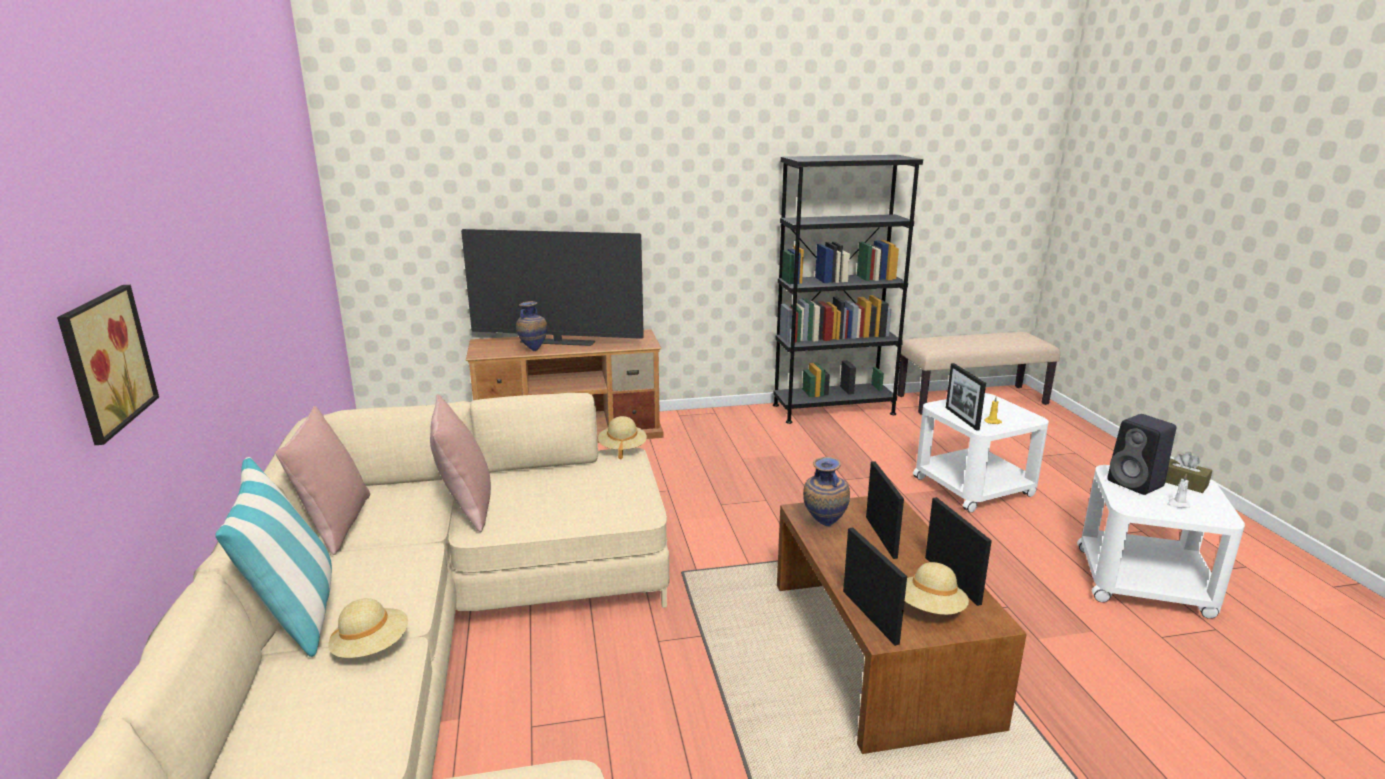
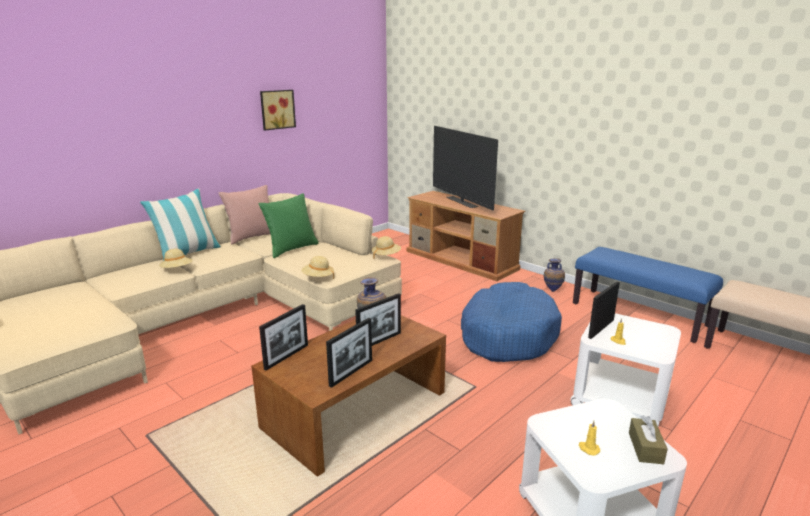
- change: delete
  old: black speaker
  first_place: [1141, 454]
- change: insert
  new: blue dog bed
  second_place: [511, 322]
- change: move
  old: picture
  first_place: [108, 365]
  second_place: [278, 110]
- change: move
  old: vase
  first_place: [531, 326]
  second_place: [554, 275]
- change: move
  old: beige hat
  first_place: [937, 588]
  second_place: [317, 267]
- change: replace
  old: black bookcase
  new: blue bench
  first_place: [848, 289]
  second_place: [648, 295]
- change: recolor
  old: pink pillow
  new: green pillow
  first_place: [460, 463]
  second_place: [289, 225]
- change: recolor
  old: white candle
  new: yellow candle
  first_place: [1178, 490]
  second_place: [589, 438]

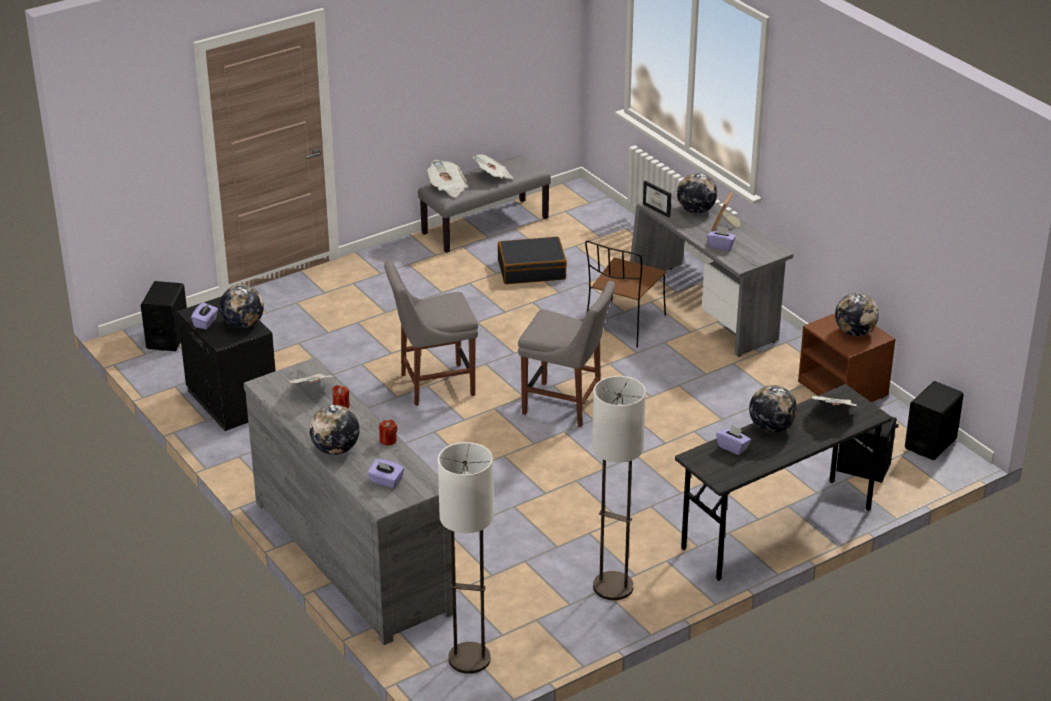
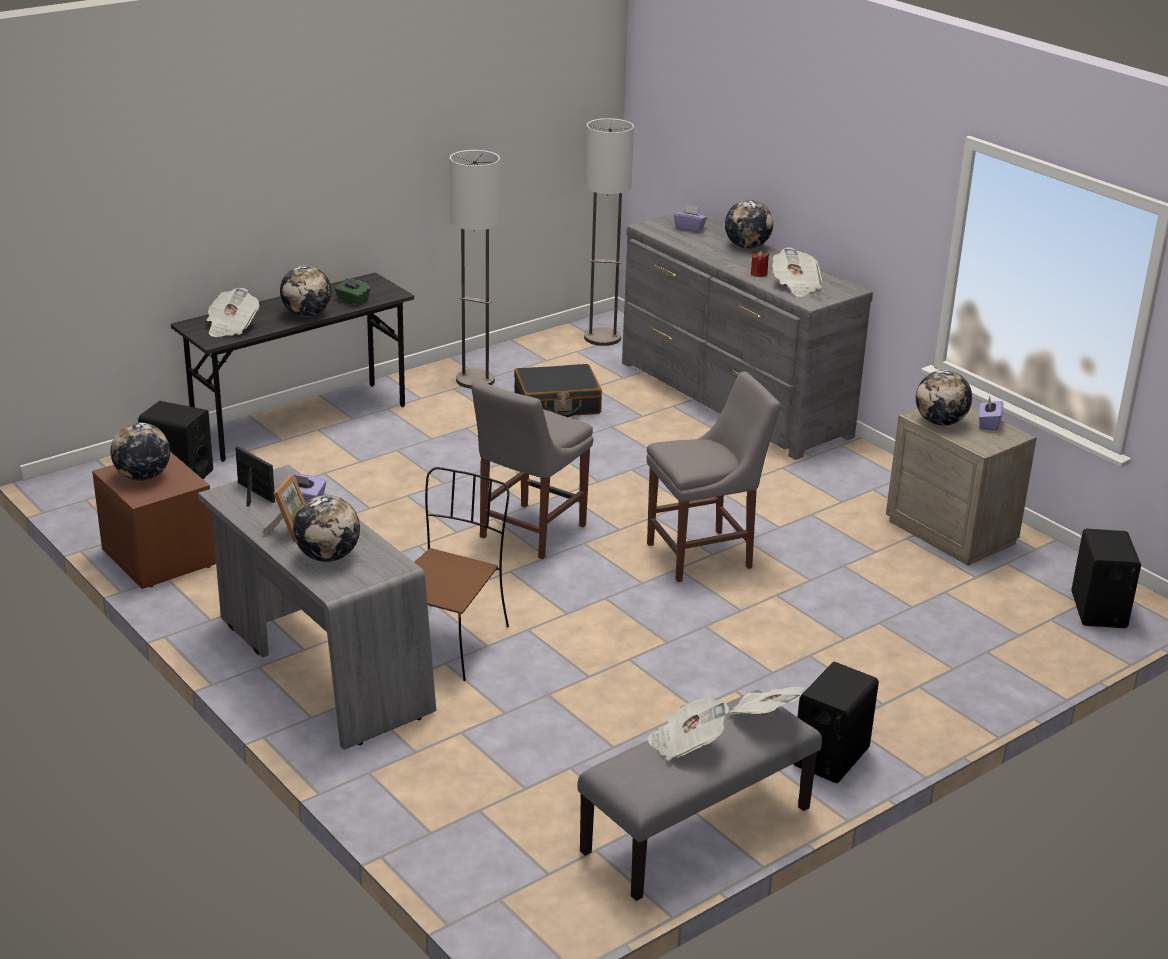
- change: delete
  old: red candle
  first_place: [388, 432]
- change: move
  old: black suitcase
  first_place: [532, 260]
  second_place: [558, 390]
- change: move
  old: picture frame
  first_place: [657, 199]
  second_place: [255, 476]
- change: move
  old: black speaker
  first_place: [934, 420]
  second_place: [836, 722]
- change: recolor
  old: black nightstand
  new: beige nightstand
  first_place: [226, 363]
  second_place: [961, 486]
- change: recolor
  old: purple tissue box
  new: green tissue box
  first_place: [733, 440]
  second_place: [353, 291]
- change: rotate
  old: grey chair
  first_place: [566, 354]
  second_place: [532, 469]
  degrees: -75

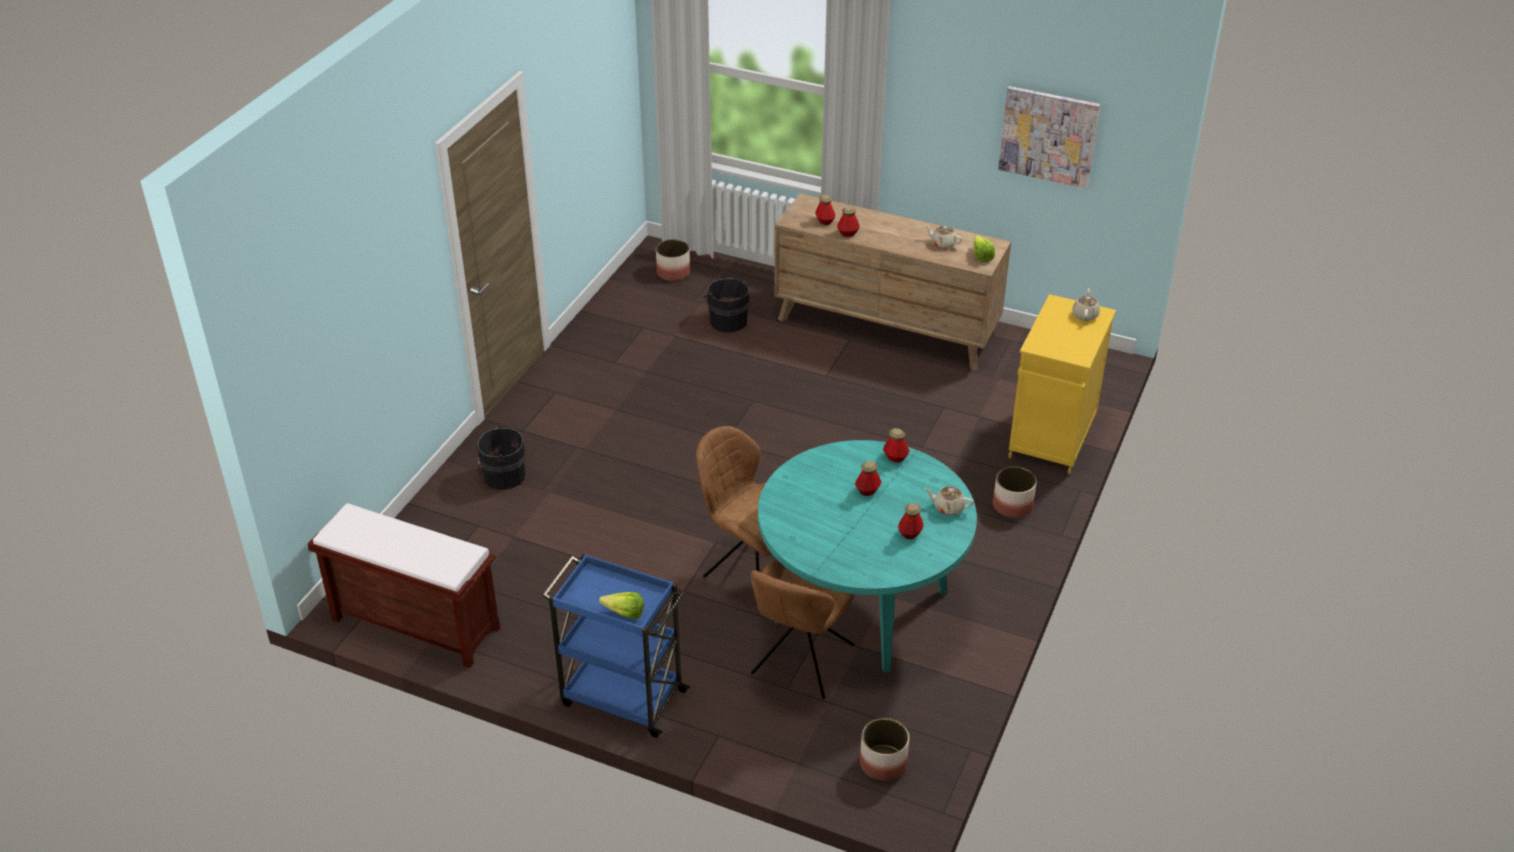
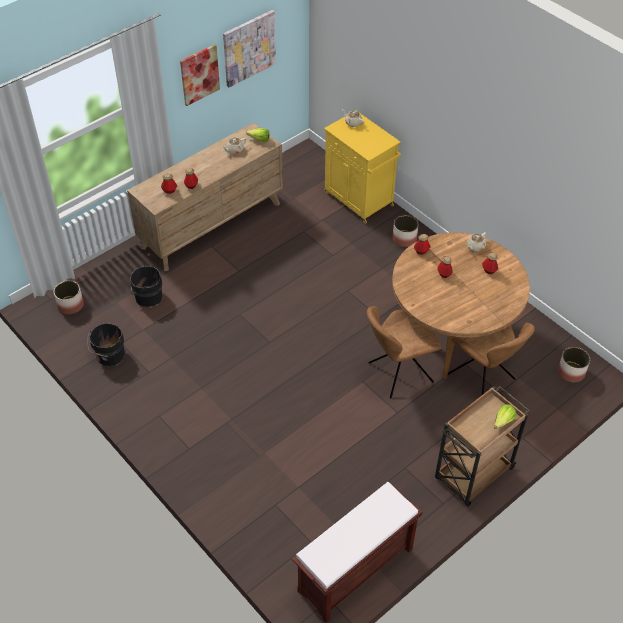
- change: insert
  new: picture
  second_place: [200, 75]
- change: move
  old: black bucket
  first_place: [501, 458]
  second_place: [106, 344]
- change: recolor
  old: blue cart
  new: brown cart
  first_place: [616, 645]
  second_place: [482, 446]
- change: recolor
  old: turquoise dining table
  new: brown dining table
  first_place: [867, 556]
  second_place: [461, 305]

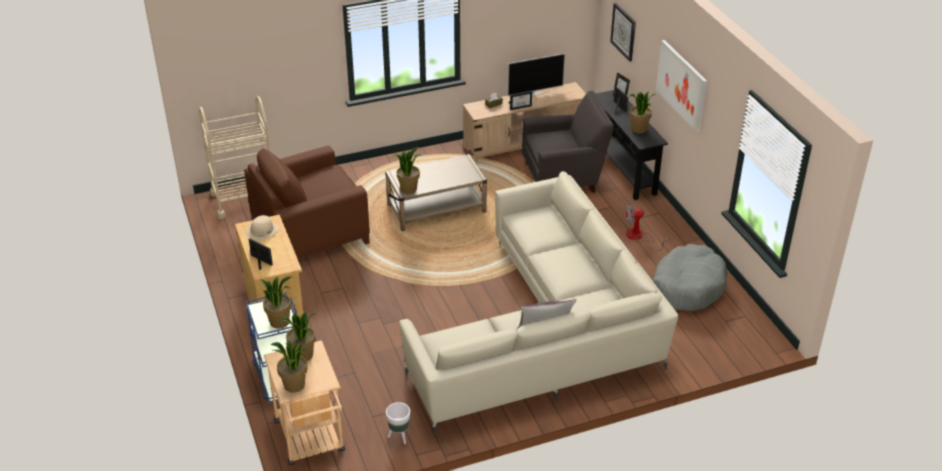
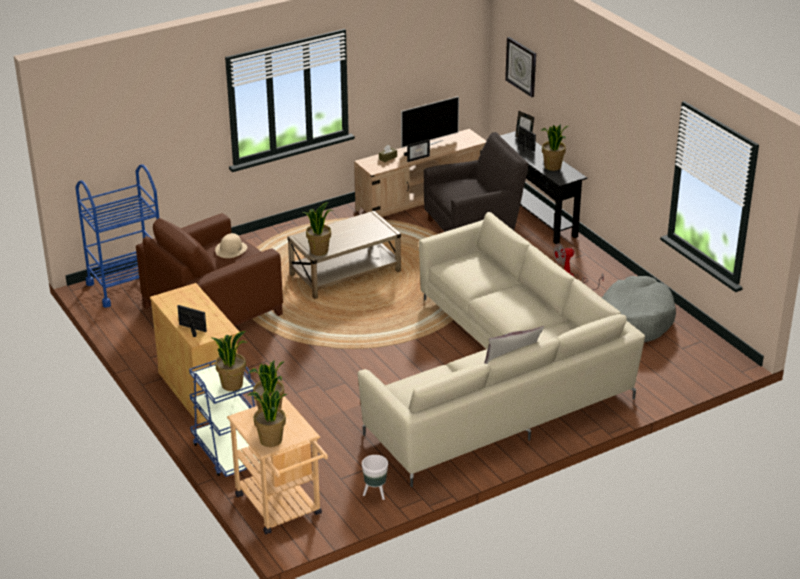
- change: delete
  old: picture
  first_place: [681, 86]
- change: move
  old: beige hat
  first_place: [262, 228]
  second_place: [231, 245]
- change: recolor
  old: beige cart
  new: blue cart
  first_place: [235, 157]
  second_place: [117, 236]

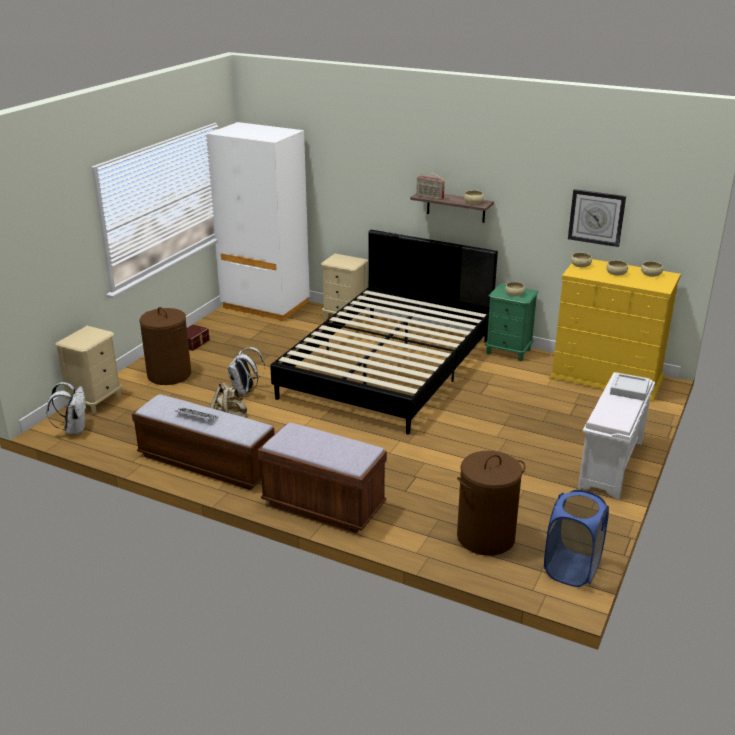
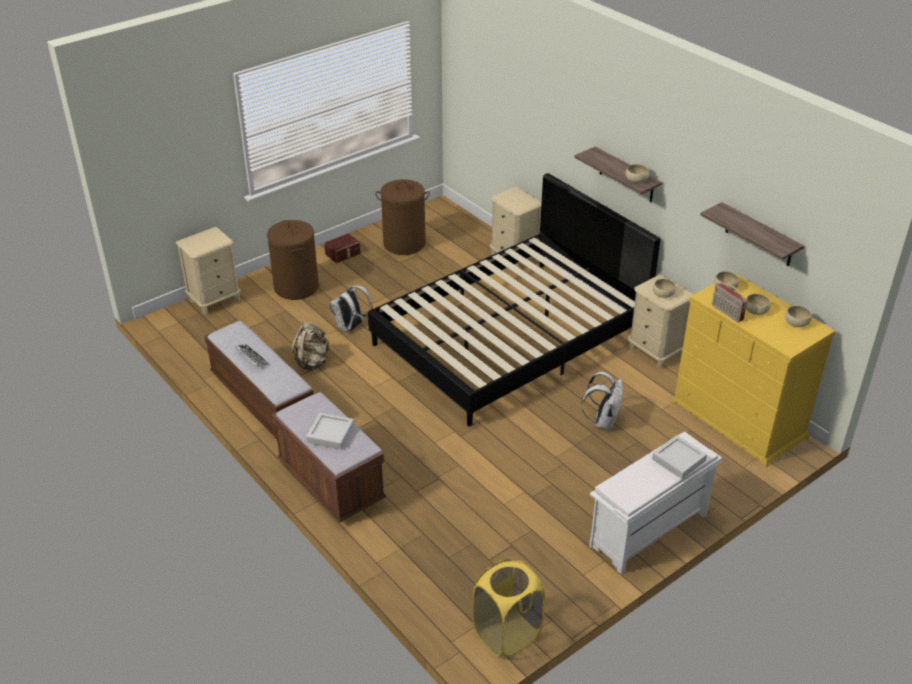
- change: delete
  old: white wardrobe
  first_place: [258, 221]
- change: insert
  new: grey tray
  second_place: [330, 431]
- change: move
  old: white backpack
  first_place: [66, 408]
  second_place: [602, 401]
- change: move
  old: radio
  first_place: [430, 186]
  second_place: [729, 302]
- change: move
  old: brown laundry basket
  first_place: [491, 503]
  second_place: [402, 217]
- change: replace
  old: wall clock
  new: shelf
  first_place: [597, 218]
  second_place: [752, 234]
- change: recolor
  old: green nightstand
  new: beige nightstand
  first_place: [512, 322]
  second_place: [661, 321]
- change: recolor
  old: blue laundry basket
  new: yellow laundry basket
  first_place: [576, 538]
  second_place: [508, 608]

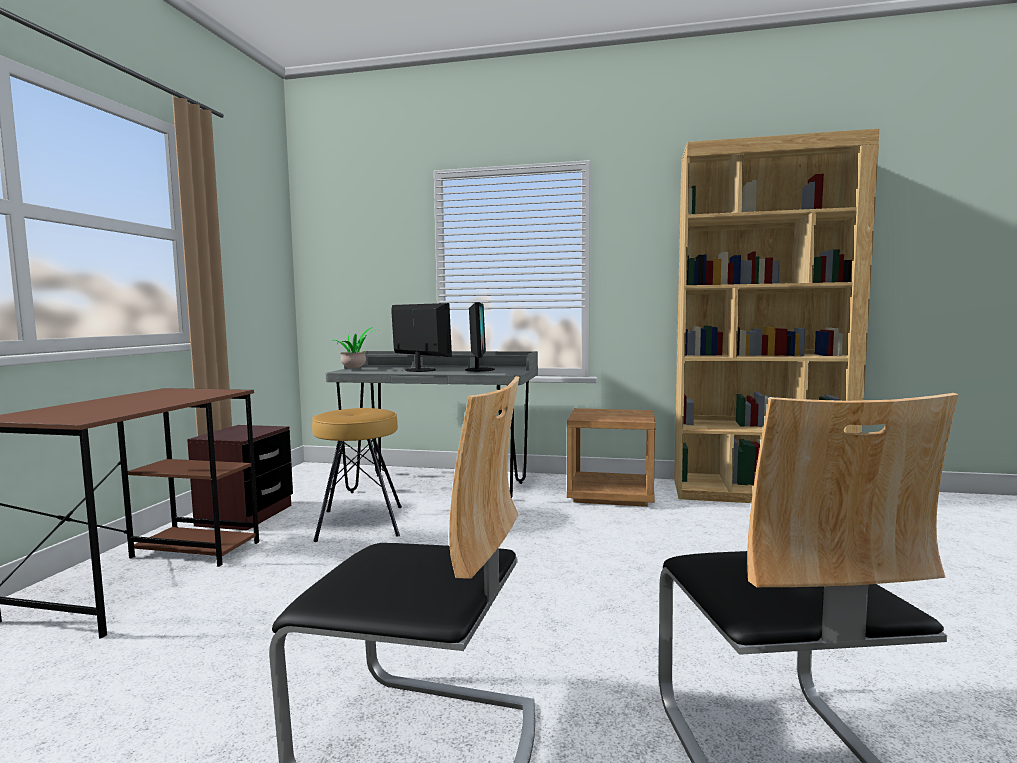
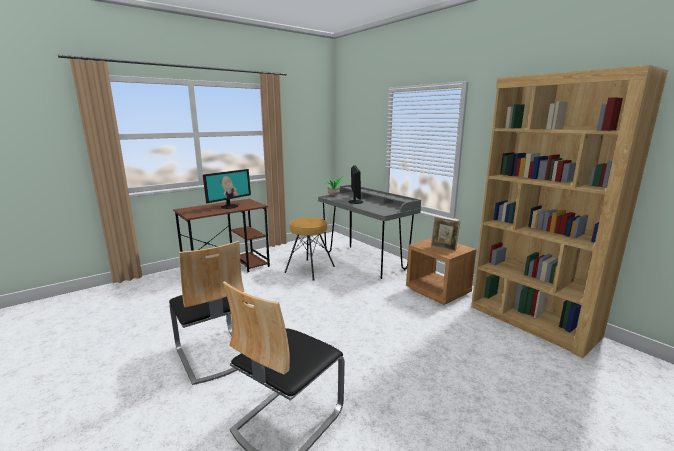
- change: delete
  old: brown nightstand
  first_place: [240, 478]
- change: insert
  new: picture frame
  second_place: [445, 234]
- change: move
  old: monitor
  first_place: [480, 337]
  second_place: [227, 189]

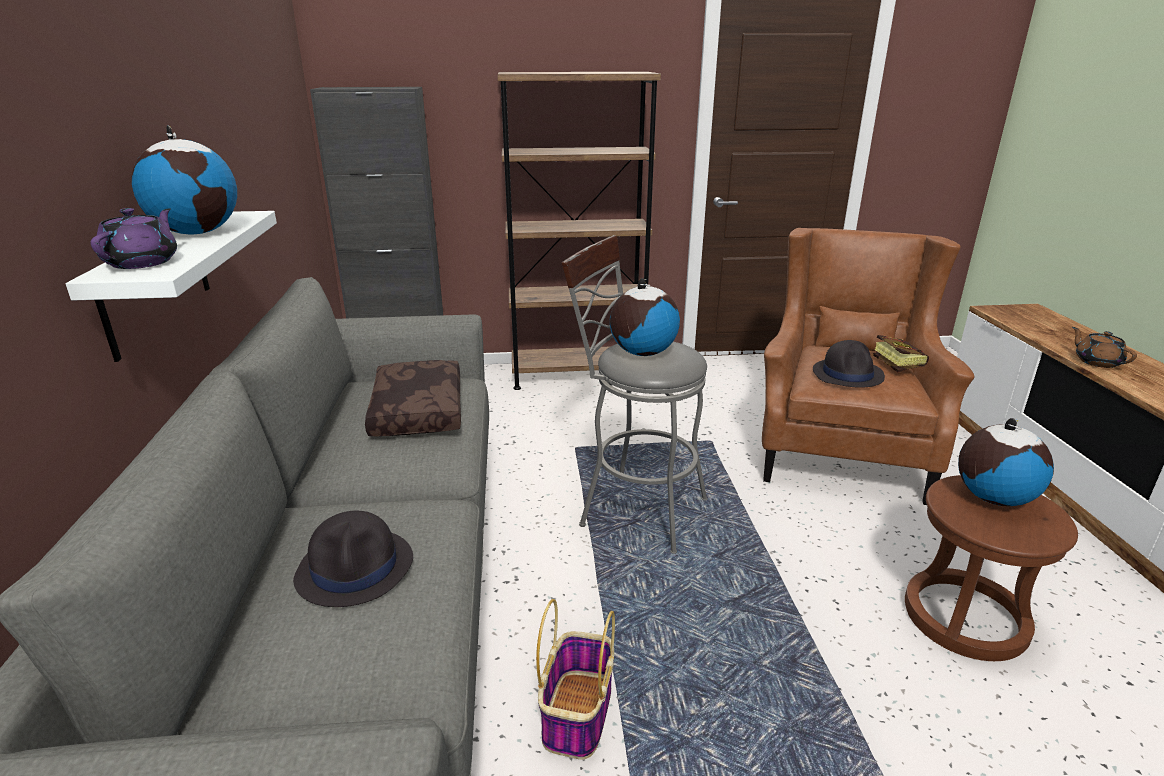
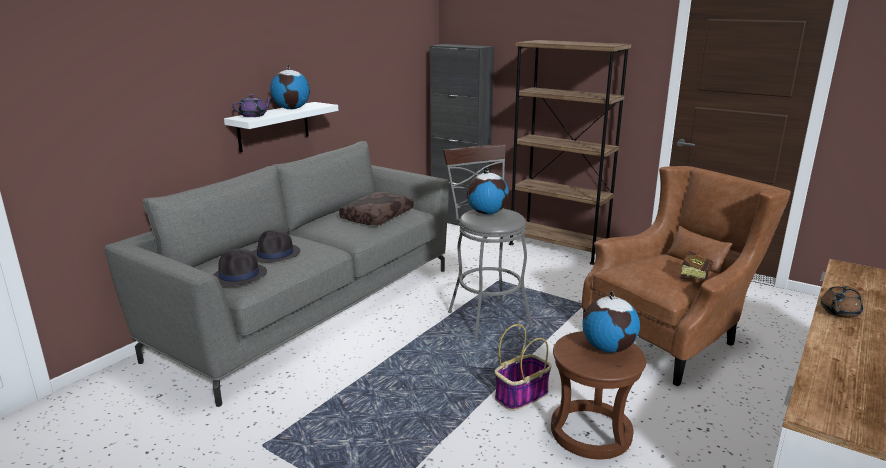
- change: move
  old: basket
  first_place: [575, 679]
  second_place: [523, 367]
- change: move
  old: black hat
  first_place: [849, 364]
  second_place: [240, 267]
- change: rotate
  old: brown teapot
  first_place: [1104, 347]
  second_place: [842, 302]
  degrees: -150

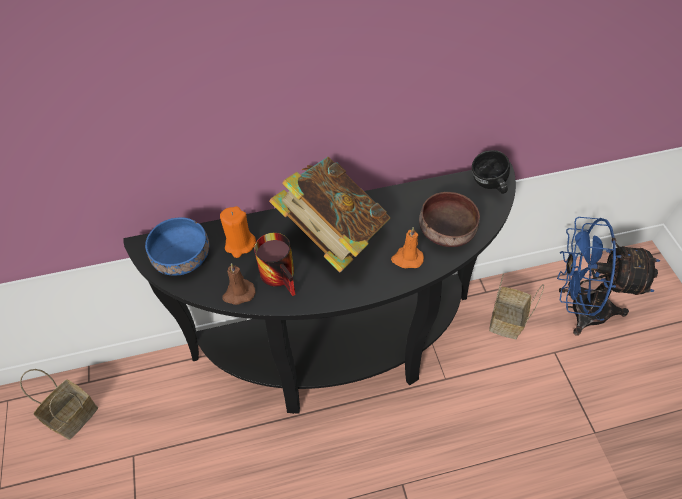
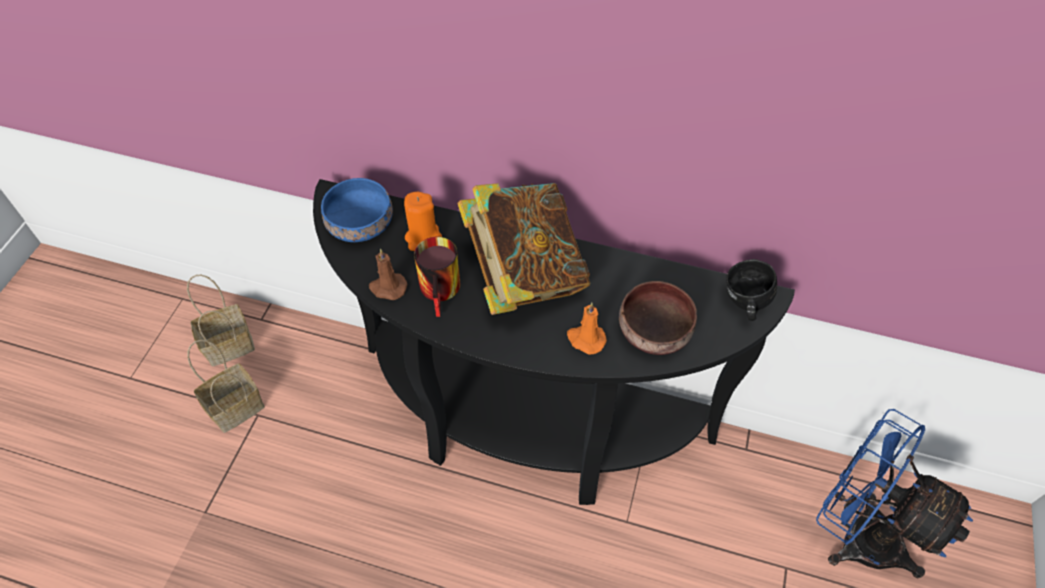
- change: move
  old: basket
  first_place: [516, 306]
  second_place: [226, 386]

